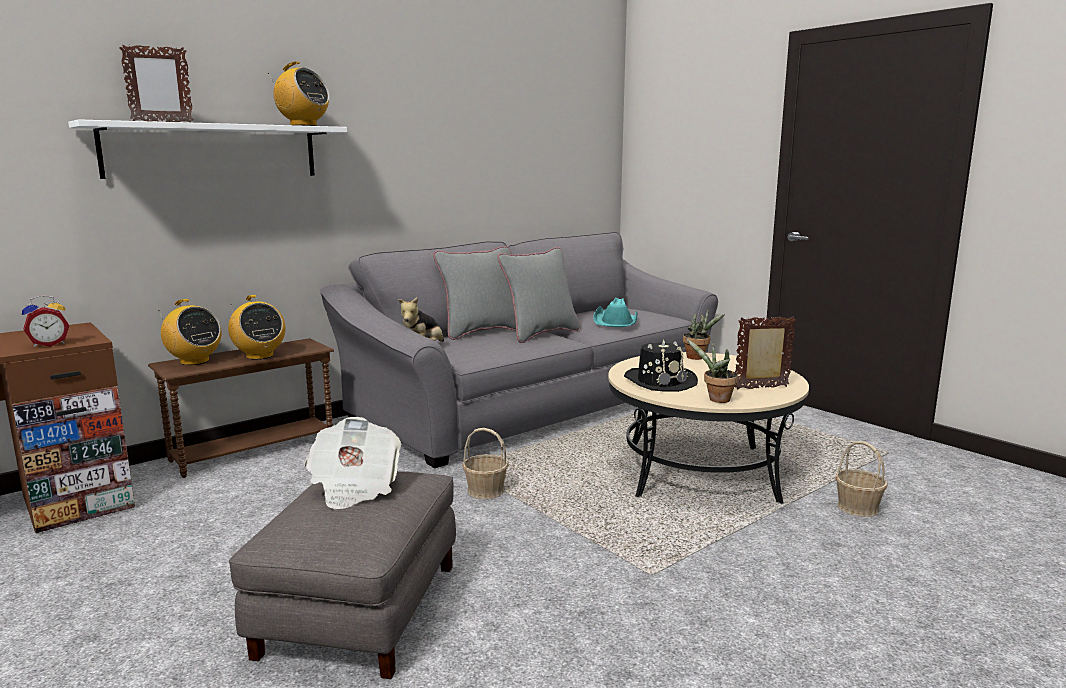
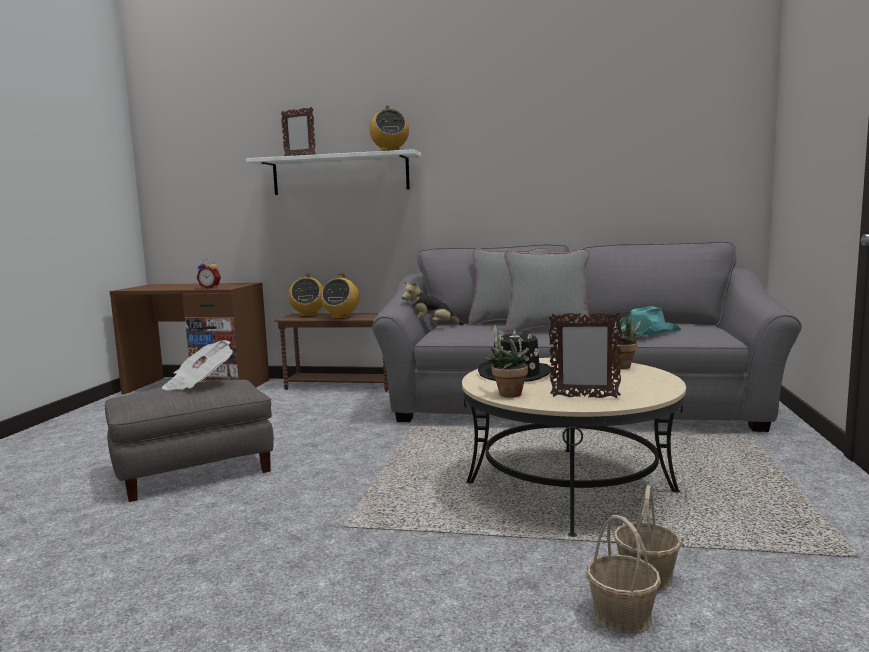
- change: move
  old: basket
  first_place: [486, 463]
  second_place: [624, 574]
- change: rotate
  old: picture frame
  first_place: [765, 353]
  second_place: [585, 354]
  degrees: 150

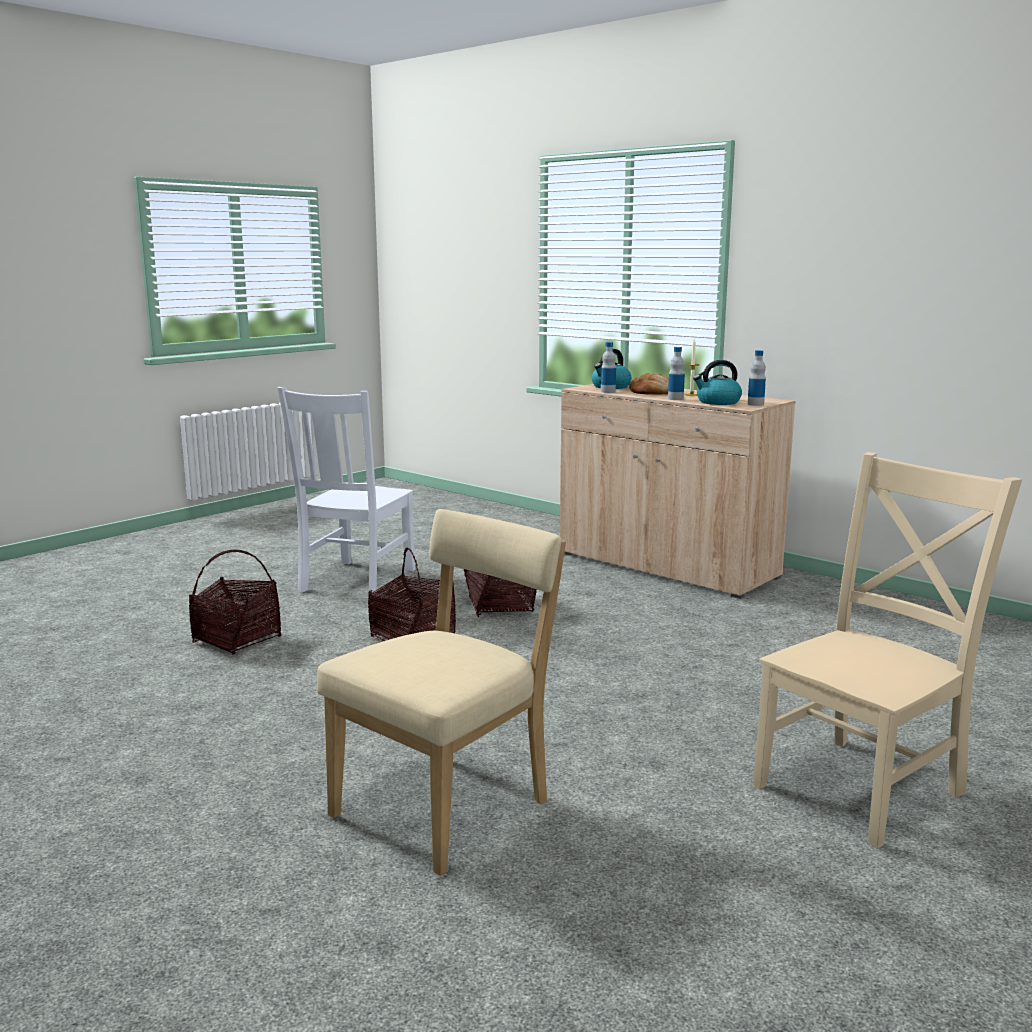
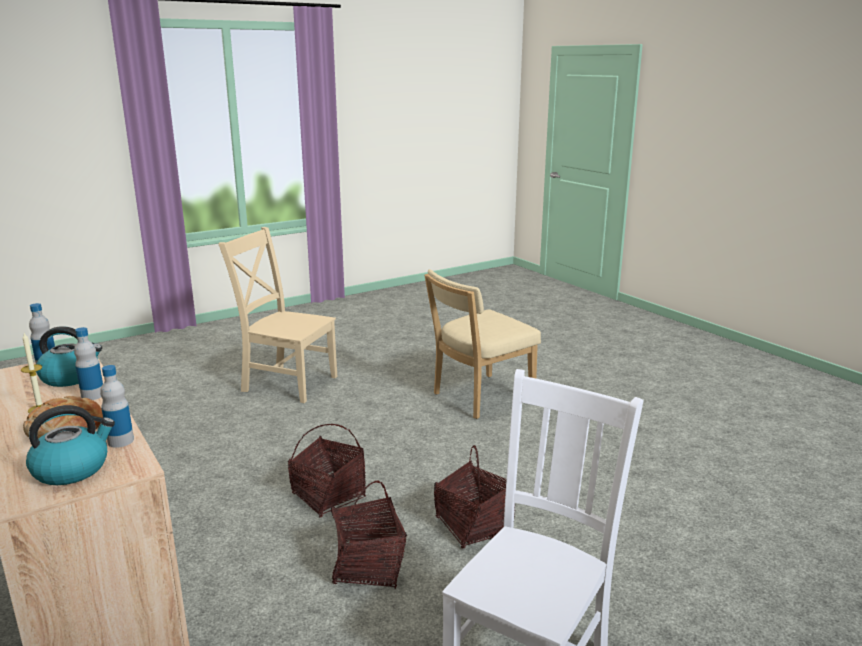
- change: move
  old: basket
  first_place: [235, 602]
  second_place: [327, 471]
- change: rotate
  old: beige chair
  first_place: [887, 650]
  second_place: [278, 315]
  degrees: 45

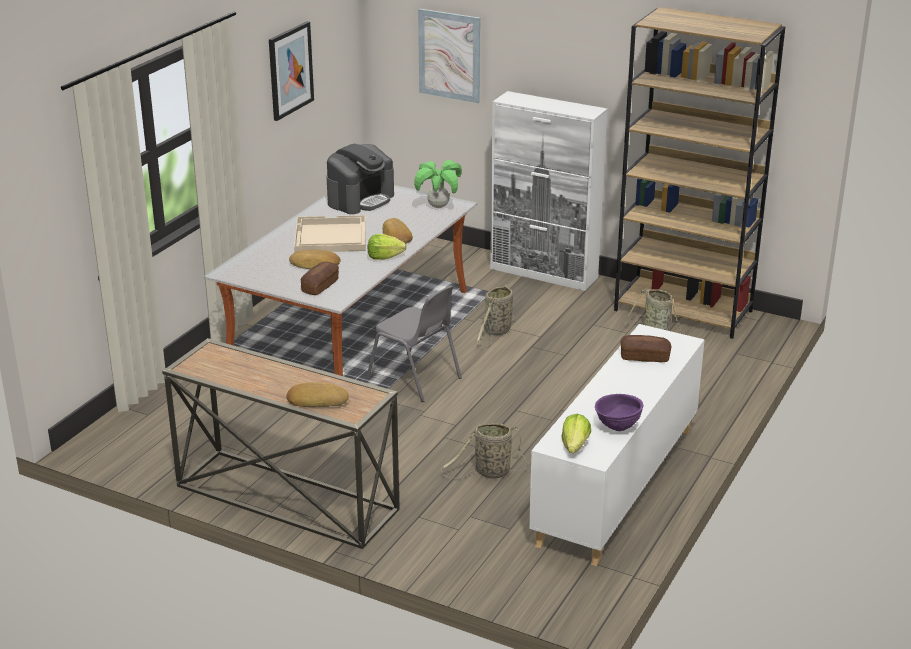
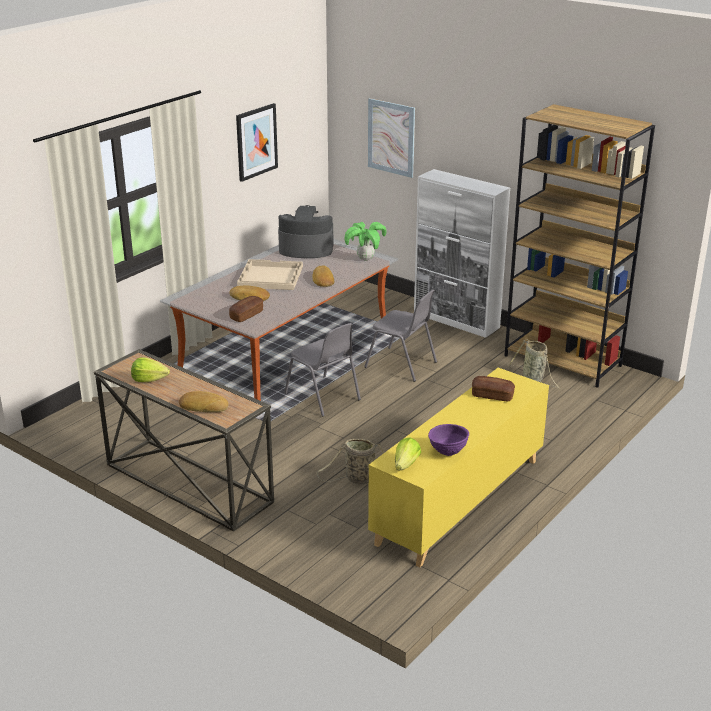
- change: move
  old: lettuce
  first_place: [387, 247]
  second_place: [150, 370]
- change: replace
  old: basket
  new: grey chair
  first_place: [495, 315]
  second_place: [400, 336]
- change: recolor
  old: white cabinet
  new: yellow cabinet
  first_place: [617, 445]
  second_place: [458, 467]
- change: rotate
  old: coffee machine
  first_place: [360, 179]
  second_place: [305, 231]
  degrees: -135

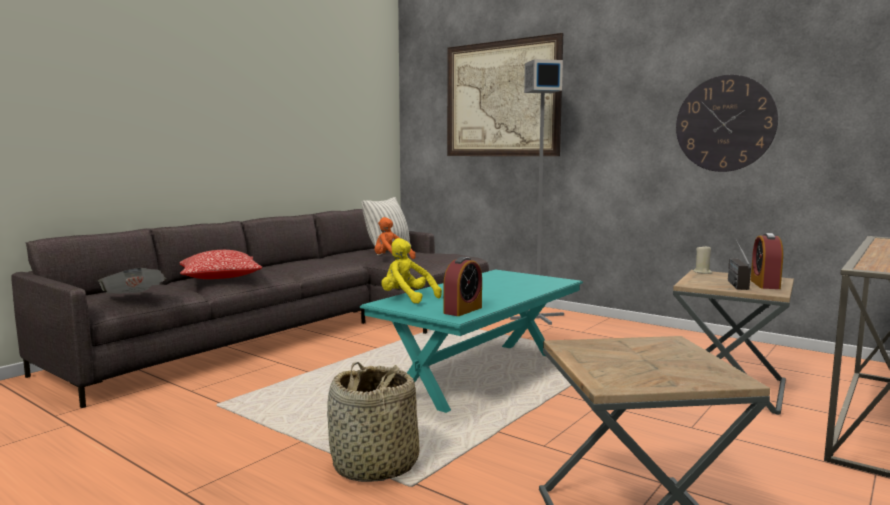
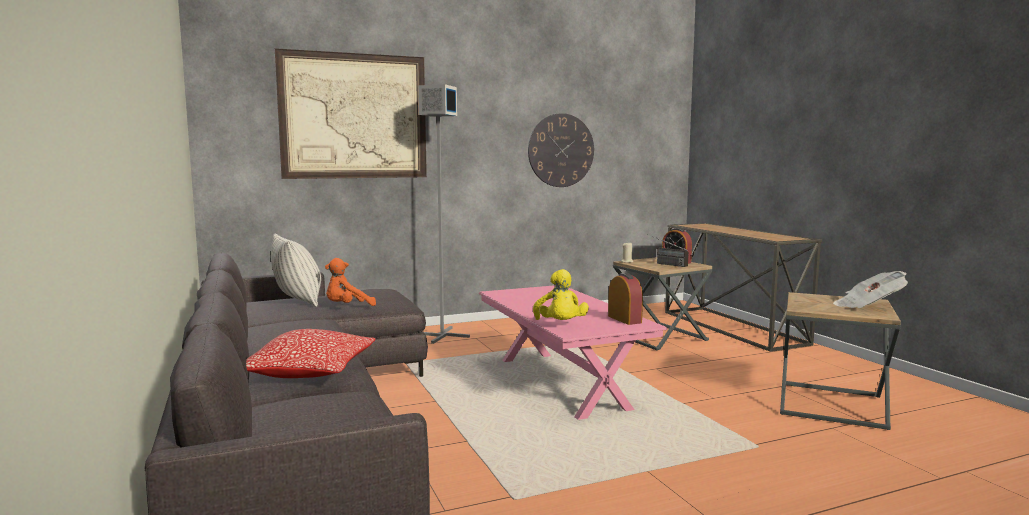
- change: delete
  old: basket
  first_place: [373, 422]
- change: move
  old: newspaper
  first_place: [132, 281]
  second_place: [870, 289]
- change: recolor
  old: turquoise coffee table
  new: pink coffee table
  first_place: [471, 341]
  second_place: [573, 352]
- change: rotate
  old: yellow plush toy
  first_place: [411, 270]
  second_place: [561, 294]
  degrees: -75

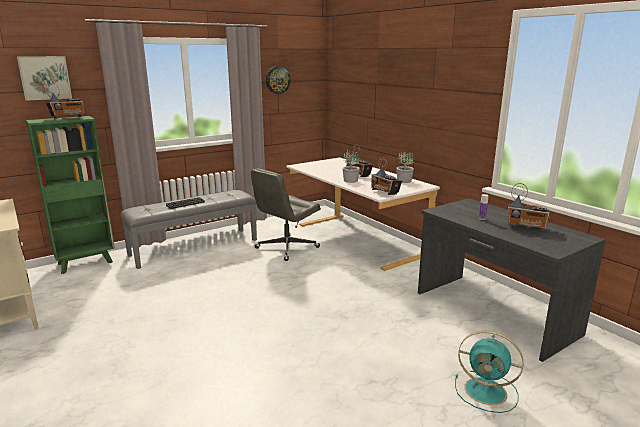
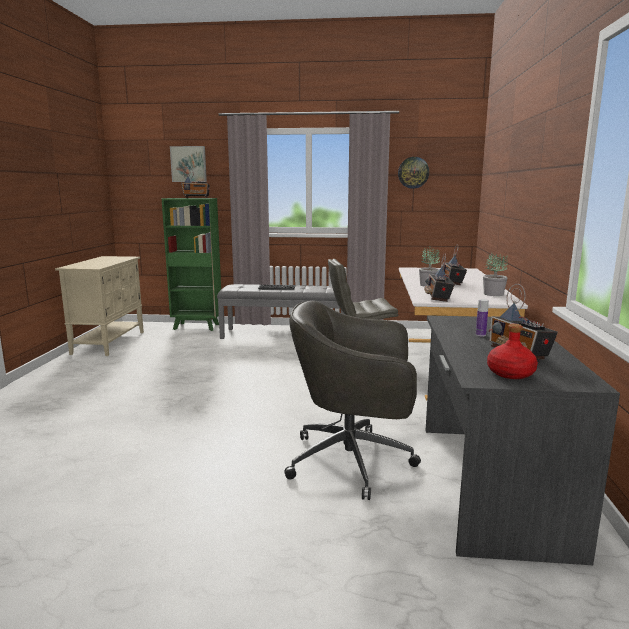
- change: delete
  old: turquoise fan
  first_place: [489, 372]
- change: insert
  new: grey office chair
  second_place: [352, 400]
- change: insert
  new: red bottle
  second_place: [512, 351]

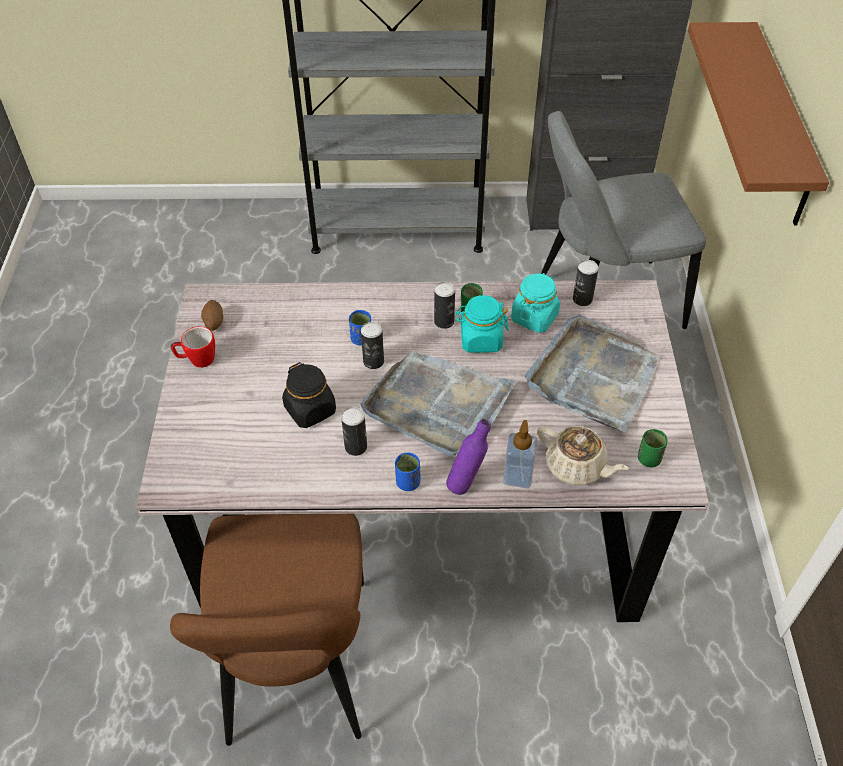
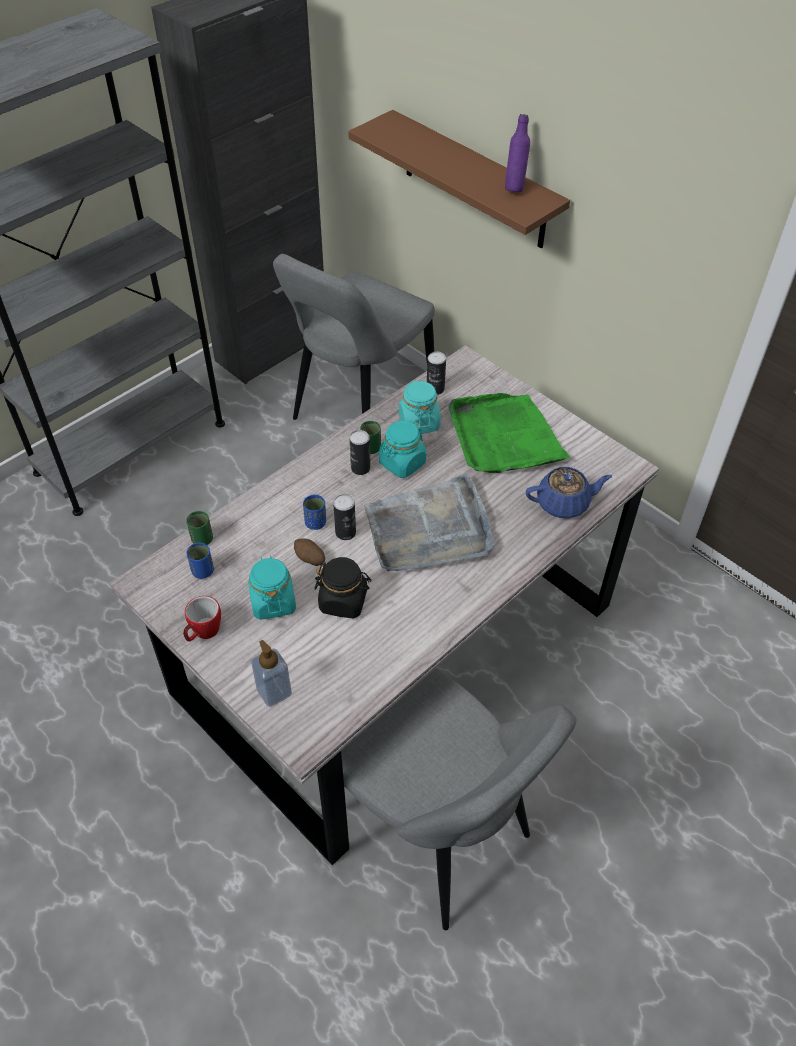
- change: delete
  old: can
  first_place: [354, 431]
- change: insert
  new: turquoise jar
  second_place: [272, 587]
- change: move
  old: potato
  first_place: [212, 315]
  second_place: [309, 552]
- change: move
  old: blue cup
  first_place: [407, 471]
  second_place: [200, 561]
- change: move
  old: purple bottle
  first_place: [468, 457]
  second_place: [517, 153]
- change: move
  old: soap dispenser
  first_place: [520, 454]
  second_place: [271, 673]
- change: move
  old: green cup
  first_place: [653, 448]
  second_place: [199, 528]
- change: recolor
  old: brown chair
  new: grey chair
  first_place: [267, 630]
  second_place: [458, 799]
- change: recolor
  old: grey tray
  new: green tray
  first_place: [592, 373]
  second_place: [509, 433]
- change: recolor
  old: beige teapot
  new: blue teapot
  first_place: [583, 456]
  second_place: [569, 492]

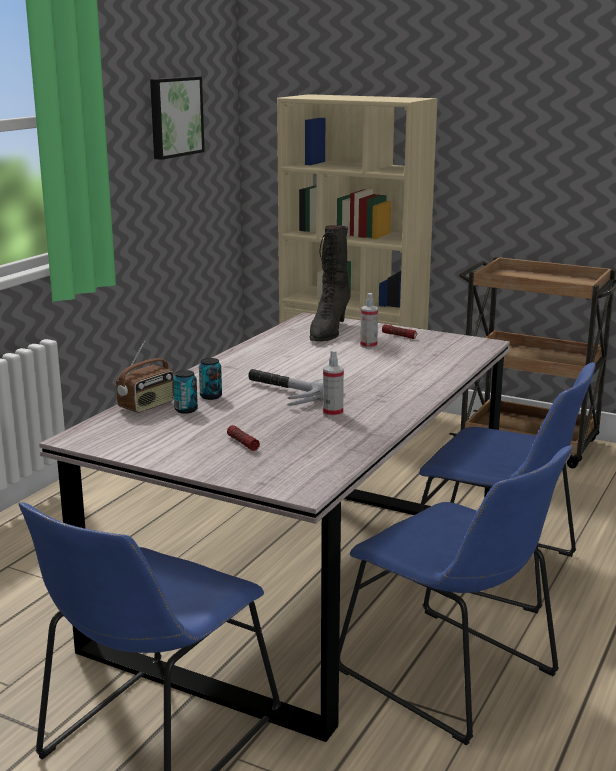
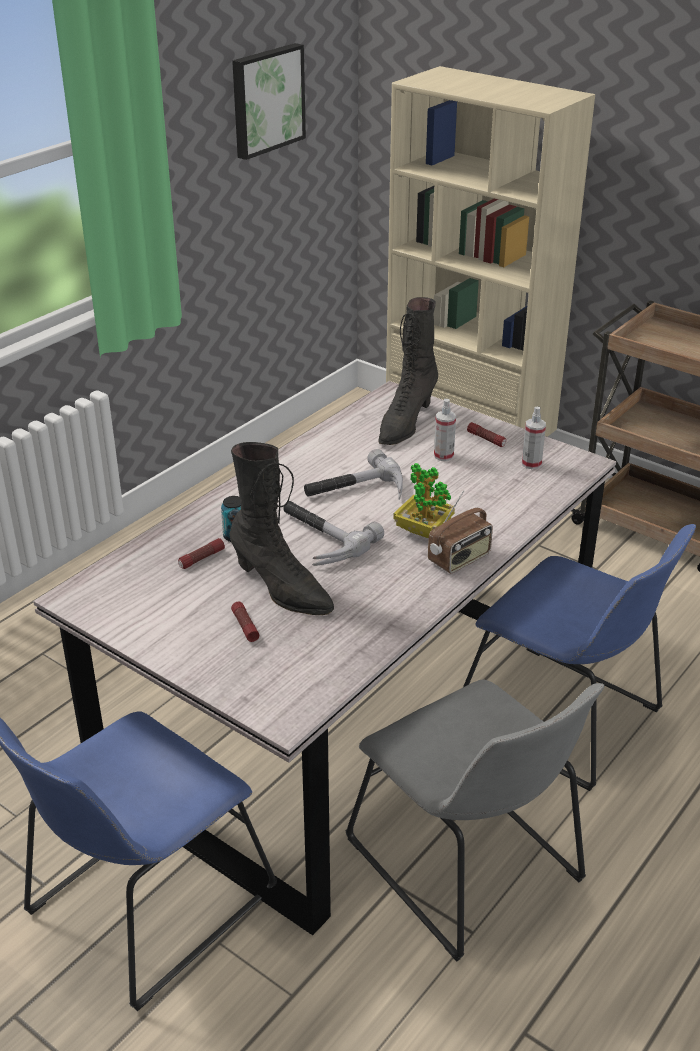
- change: insert
  new: black boot
  second_place: [282, 528]
- change: insert
  new: hammer
  second_place: [353, 474]
- change: insert
  new: potted plant
  second_place: [424, 500]
- change: move
  old: radio
  first_place: [145, 376]
  second_place: [460, 531]
- change: move
  old: spray bottle
  first_place: [333, 383]
  second_place: [534, 438]
- change: replace
  old: can
  new: flashlight
  first_place: [185, 392]
  second_place: [201, 553]
- change: recolor
  old: blue chair
  new: grey chair
  first_place: [456, 595]
  second_place: [475, 820]

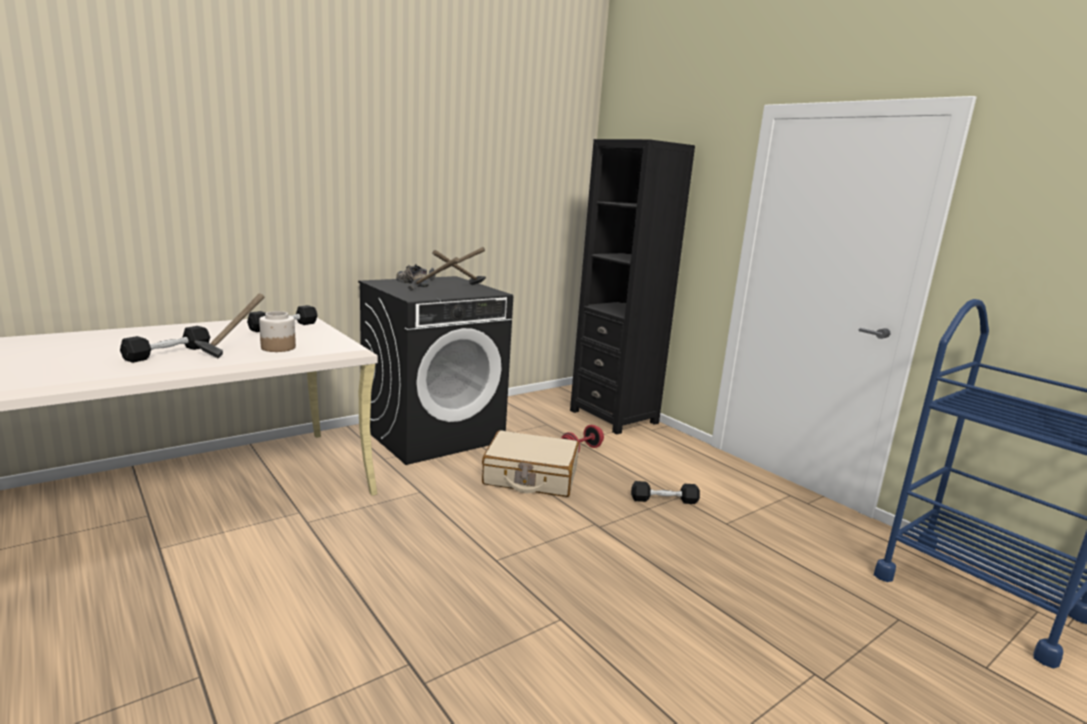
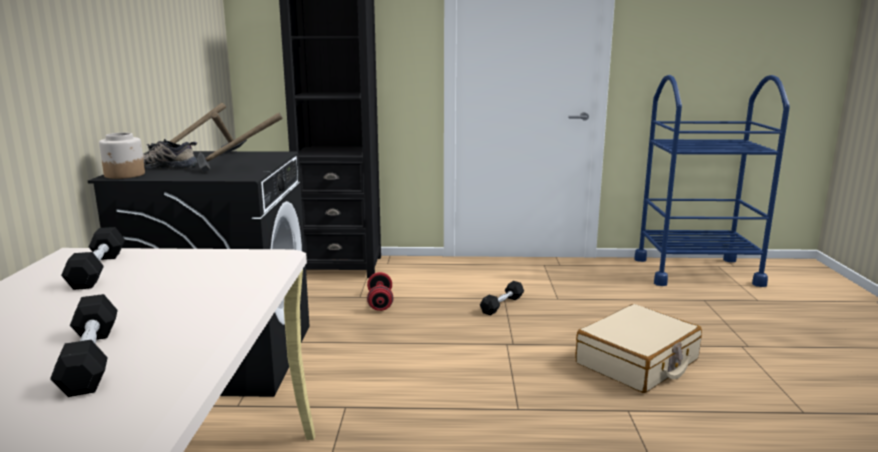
- change: delete
  old: hammer
  first_place: [229, 325]
- change: move
  old: jar
  first_place: [277, 331]
  second_place: [122, 156]
- change: move
  old: beige suitcase
  first_place: [530, 463]
  second_place: [638, 348]

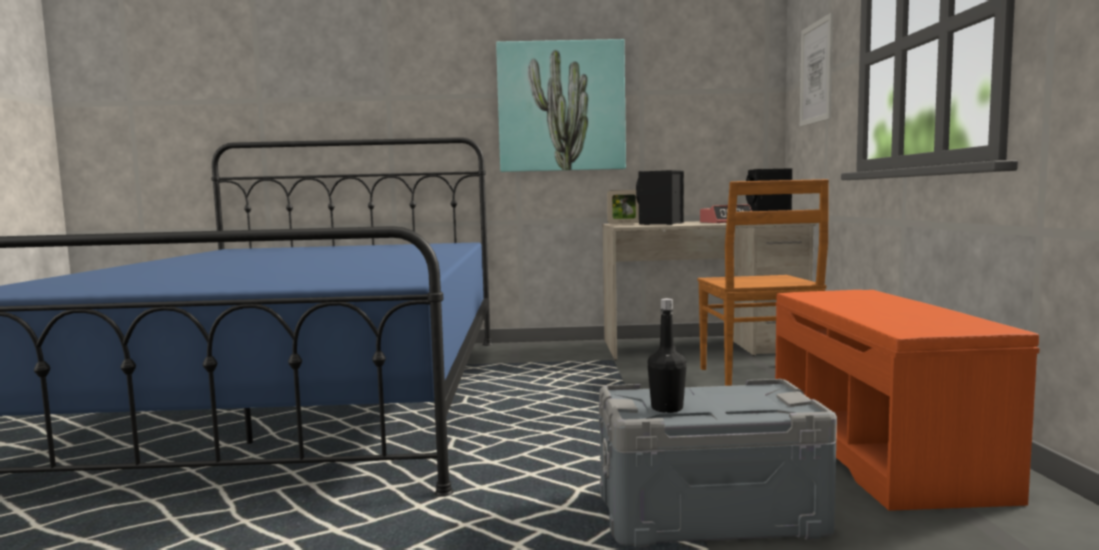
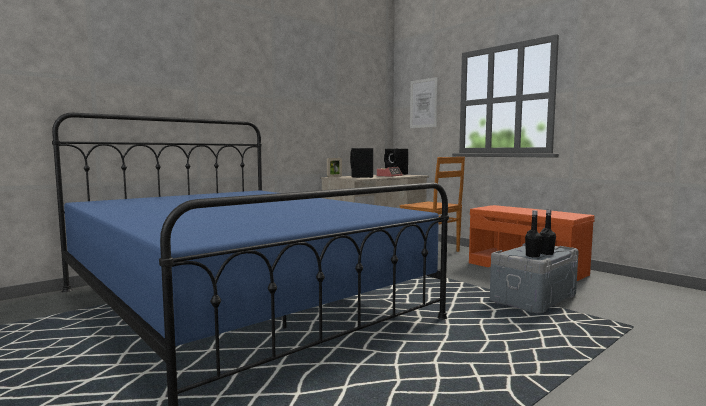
- change: delete
  old: picture
  first_place: [561, 105]
- change: insert
  new: black bottle
  second_place: [548, 232]

